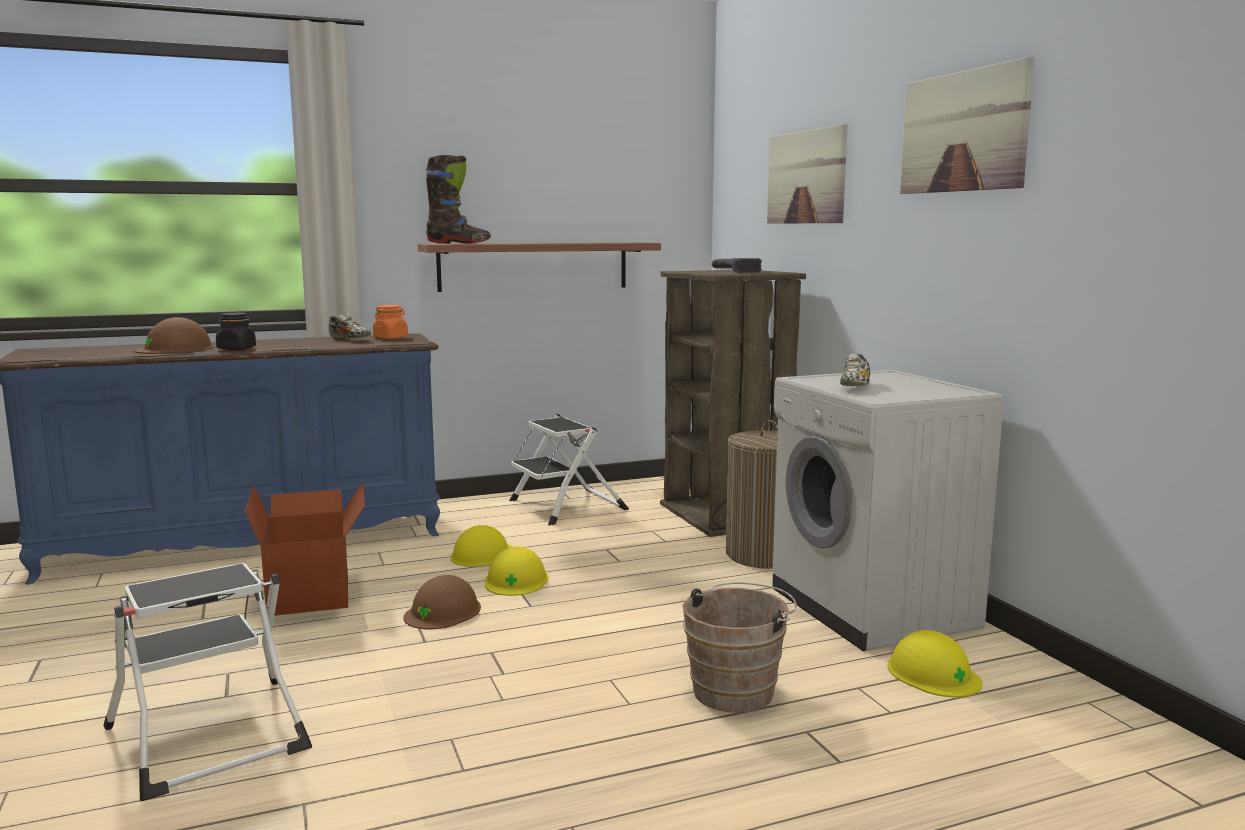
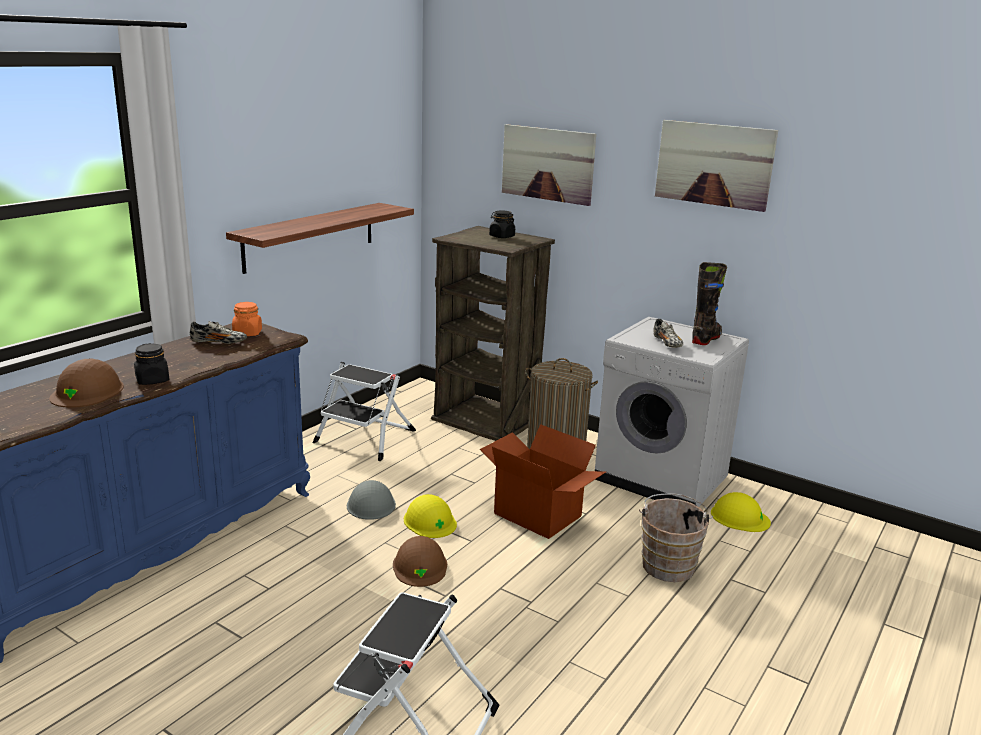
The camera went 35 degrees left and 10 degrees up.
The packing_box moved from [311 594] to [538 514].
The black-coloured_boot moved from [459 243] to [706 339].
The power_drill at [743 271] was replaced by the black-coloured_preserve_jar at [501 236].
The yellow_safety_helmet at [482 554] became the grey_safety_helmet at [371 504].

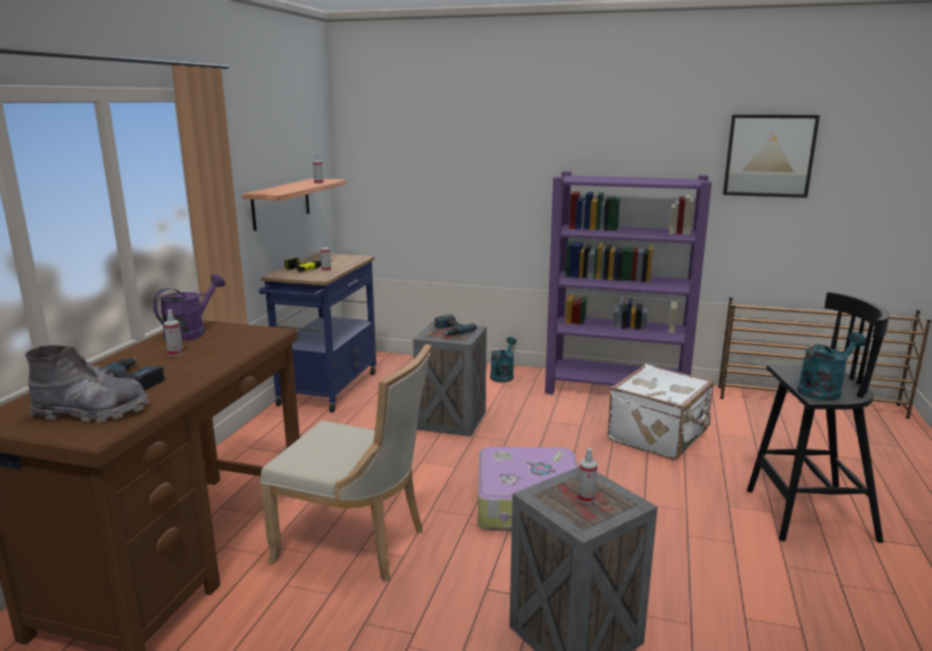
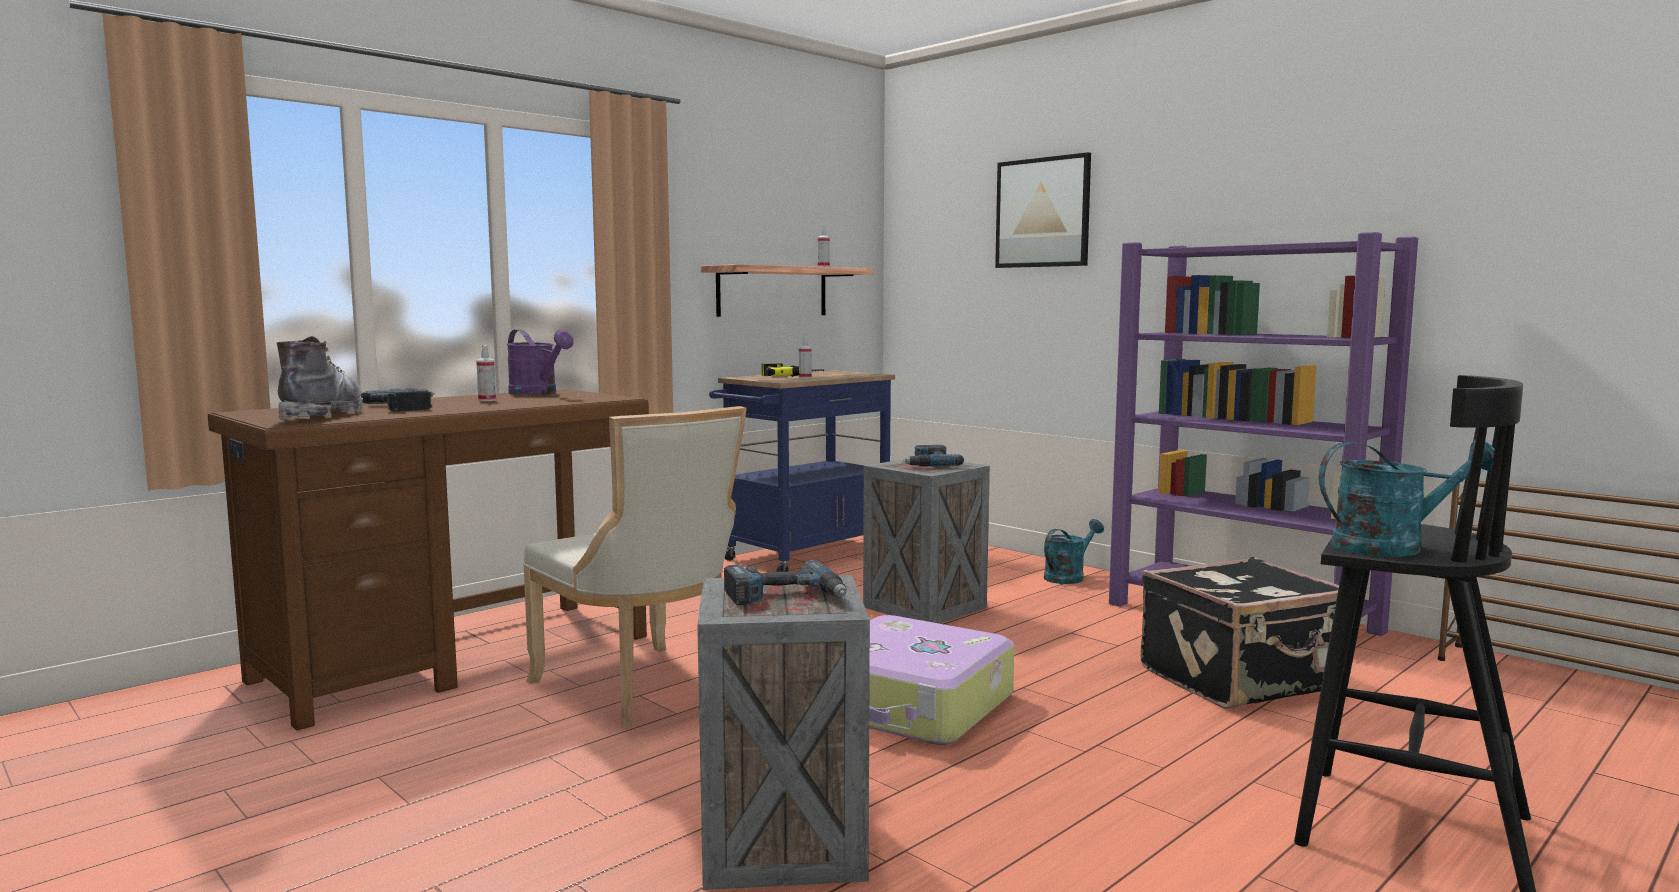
The camera went 30 degrees right and 10 degrees down.
The wall_picture moved from [769 156] to [1042 212].
The spray_bottle at [586 498] was replaced by the power_drill at [785 596].
The white-coloured_suitcase at [659 436] became the black-coloured_suitcase at [1242 680].
The grey_boot at [91 412] turned 120 degrees counterclockwise.
The purple_sprinkling_can at [190 332] turned 75 degrees clockwise.

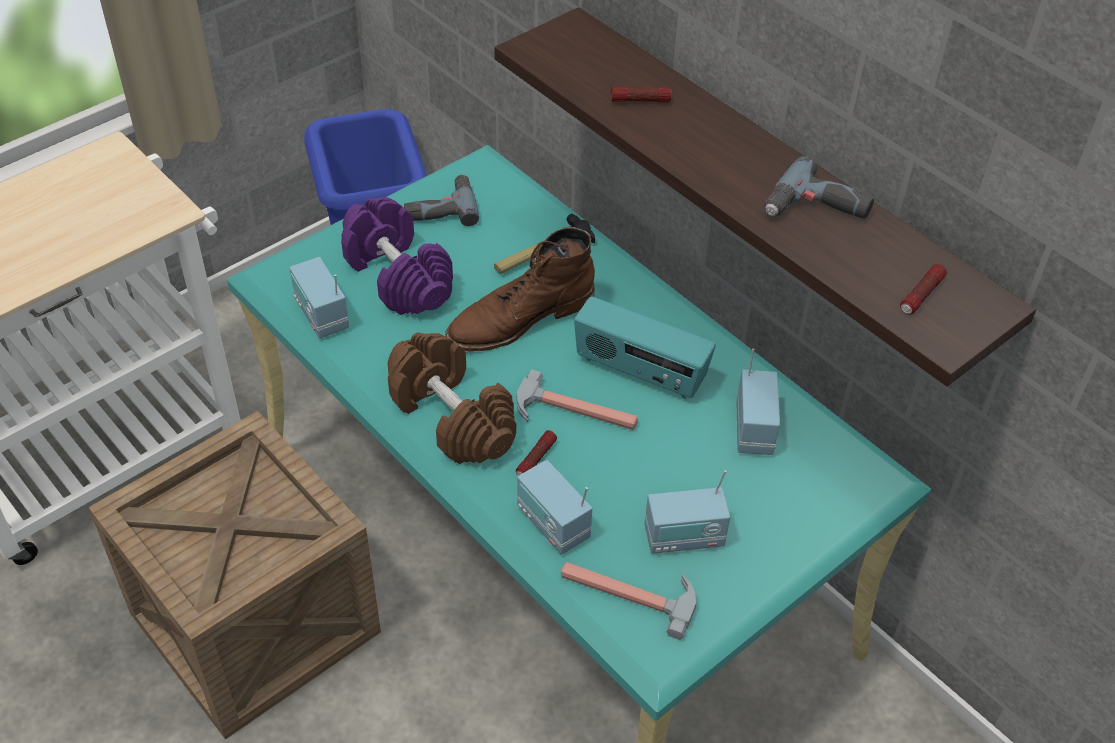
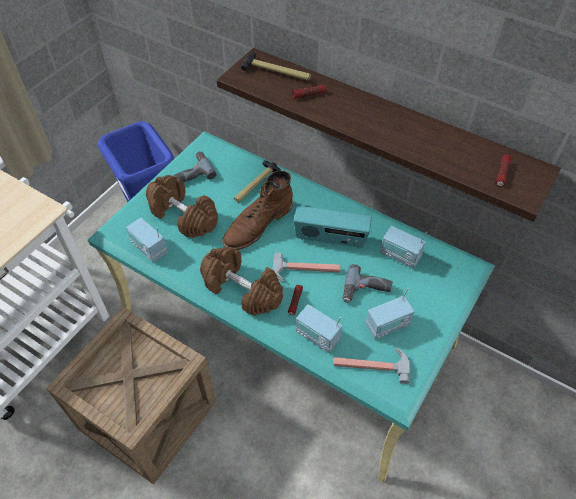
The camera went 15 degrees left and 5 degrees up.
The tool_hammer at [277 72] appeared.
The power_drill moved from [817 210] to [366 291].
The purple_free_weight at [397 276] became the brown_free_weight at [183 216].
The radio_receiver at [754 429] turned 135 degrees clockwise.

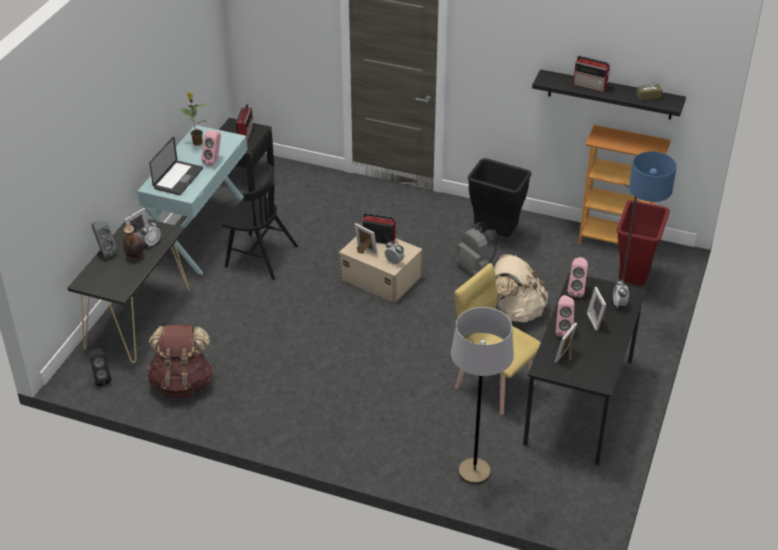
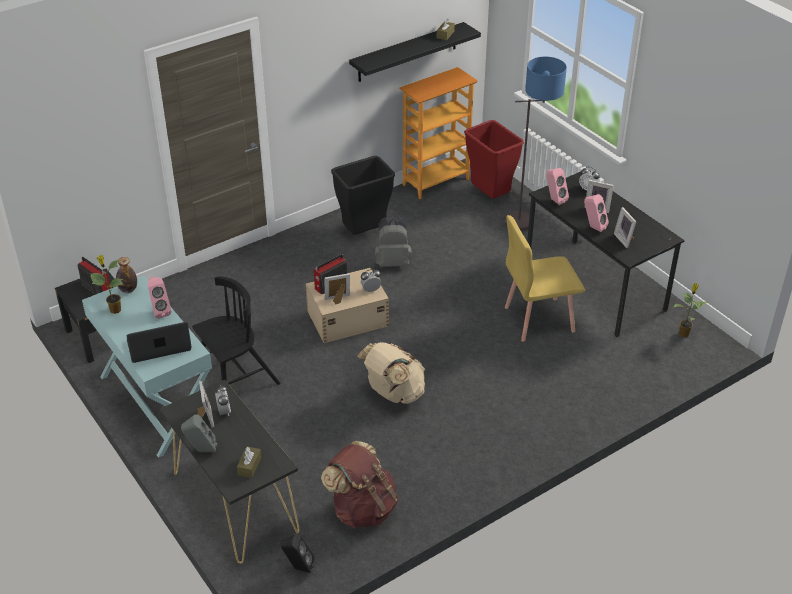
The camera went 55 degrees left and 0 degrees up.
The grey_standing_lamp at [474 472] disappeared.
The radio_receiver at [591 85] disappeared.
The brown_tissue_holder at [249 466] appeared.
The plant_in_a_pot at [684 333] appeared.
The bottle moved from [135 256] to [128 290].
The beige_rucksack moved from [517 311] to [393 393].
The laptop at [178 179] turned 75 degrees counterclockwise.

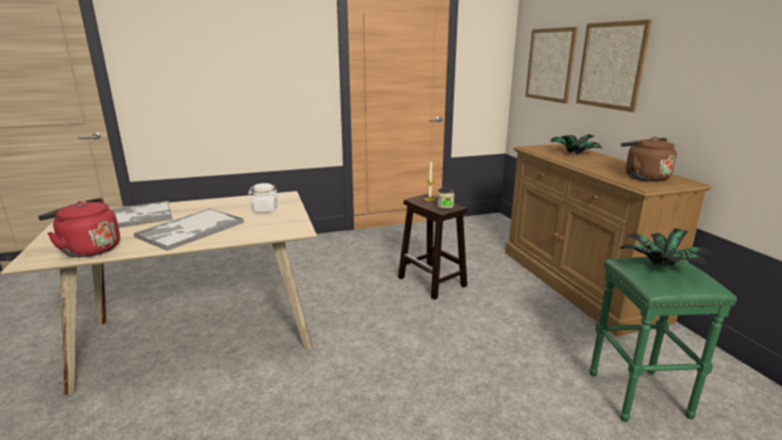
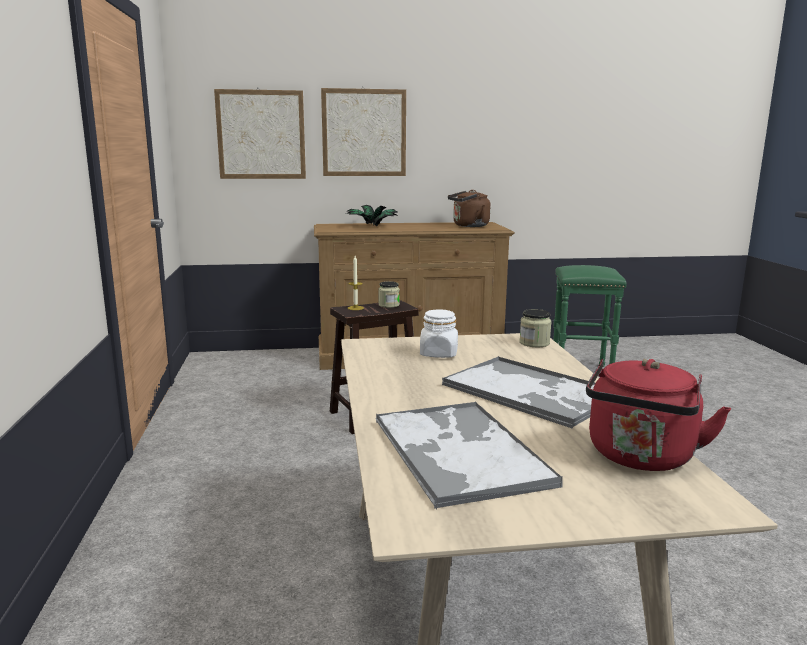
The camera went 80 degrees left and 5 degrees down.
The plant_in_a_pot at [662 267] disappeared.
The preserve_jar at [534 343] appeared.

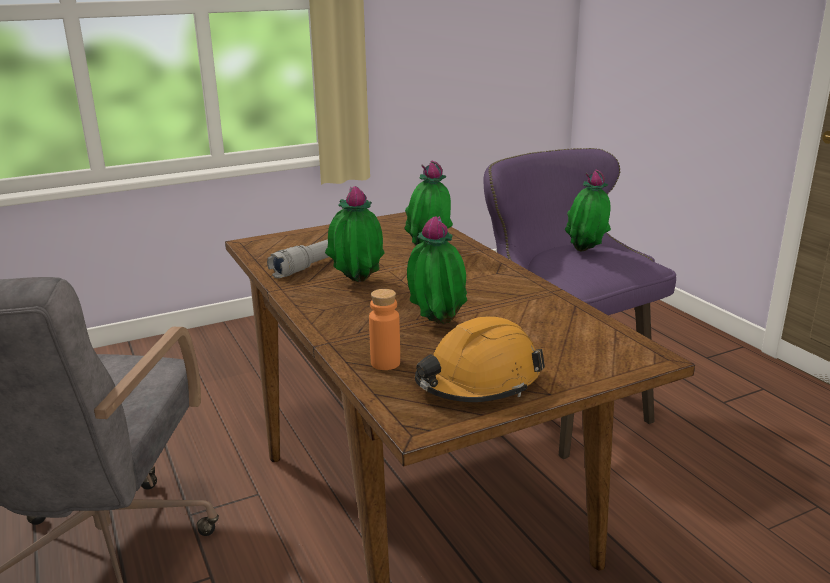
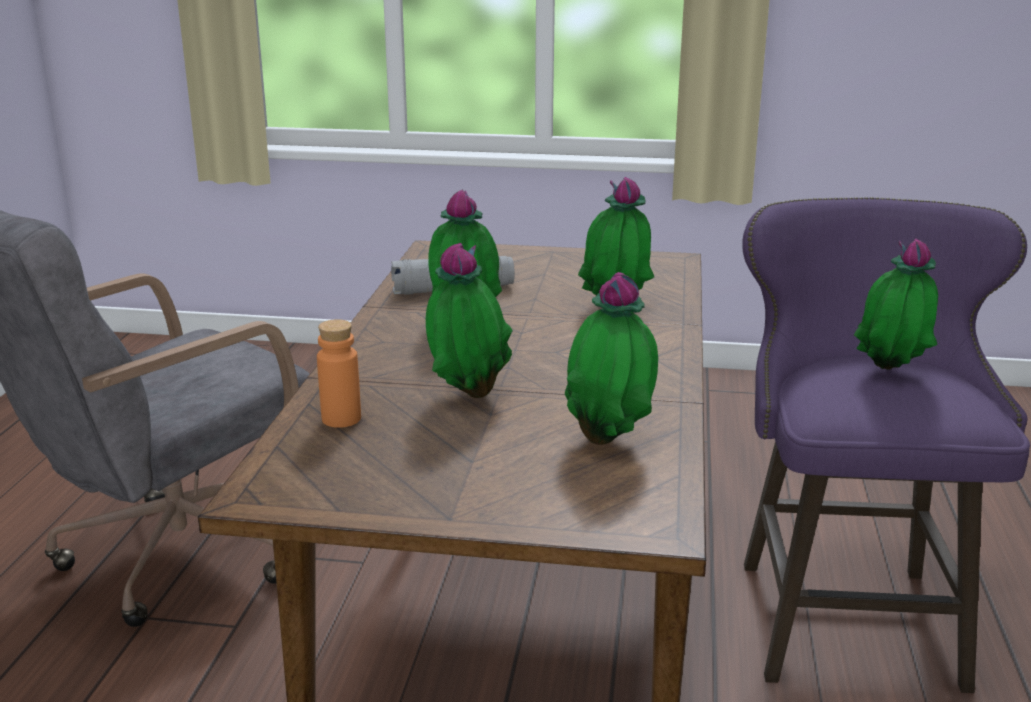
The camera went 35 degrees right and 0 degrees up.
The orange-coloured_safety_helmet at [478 381] disappeared.
The plant_in_a_pot at [610 441] appeared.

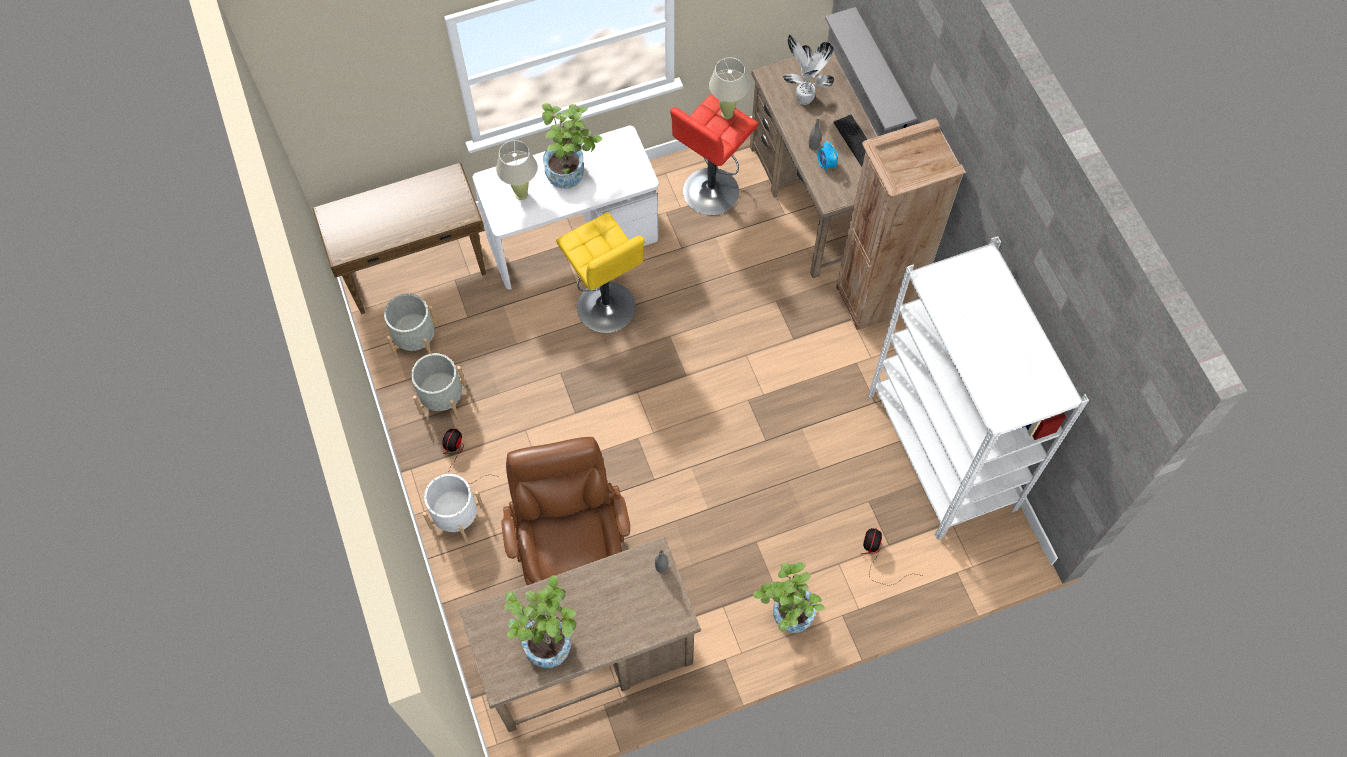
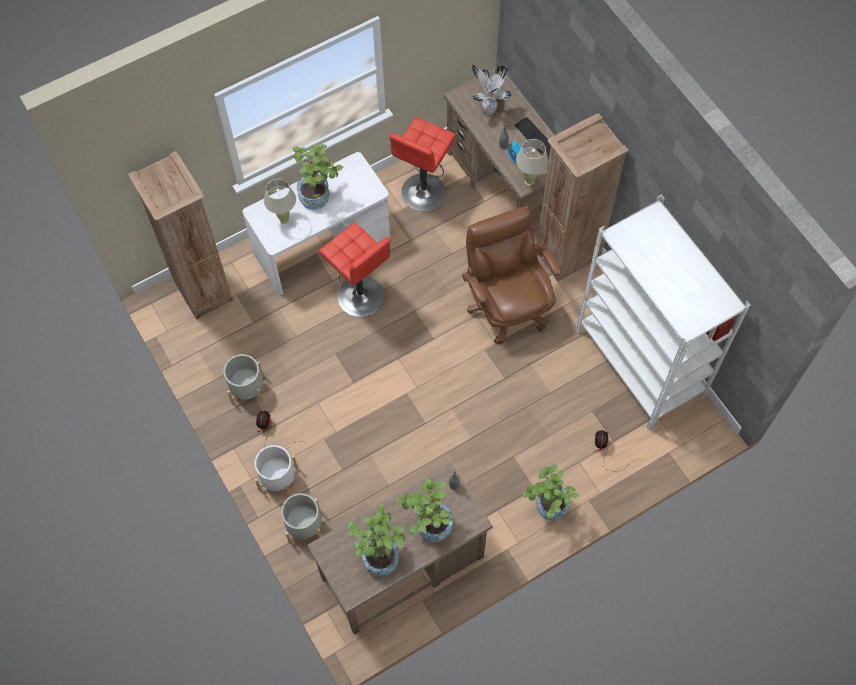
The camera went 10 degrees left and 0 degrees up.
The grey_wall_shelf at [883 72] disappeared.
The plant_in_a_pot at [428 526] appeared.
The grey_plant_pot moved from [416 340] to [304 526].
The brown_desk_chair moved from [572 552] to [507 306].
The beige_lamp_for_a_table moved from [727 114] to [529 181].
The brown_console_table at [416 268] was replaced by the brown_storage_cabinet at [204 290].
The yellow_stool at [606 308] became the red-coloured_stool at [360 297].

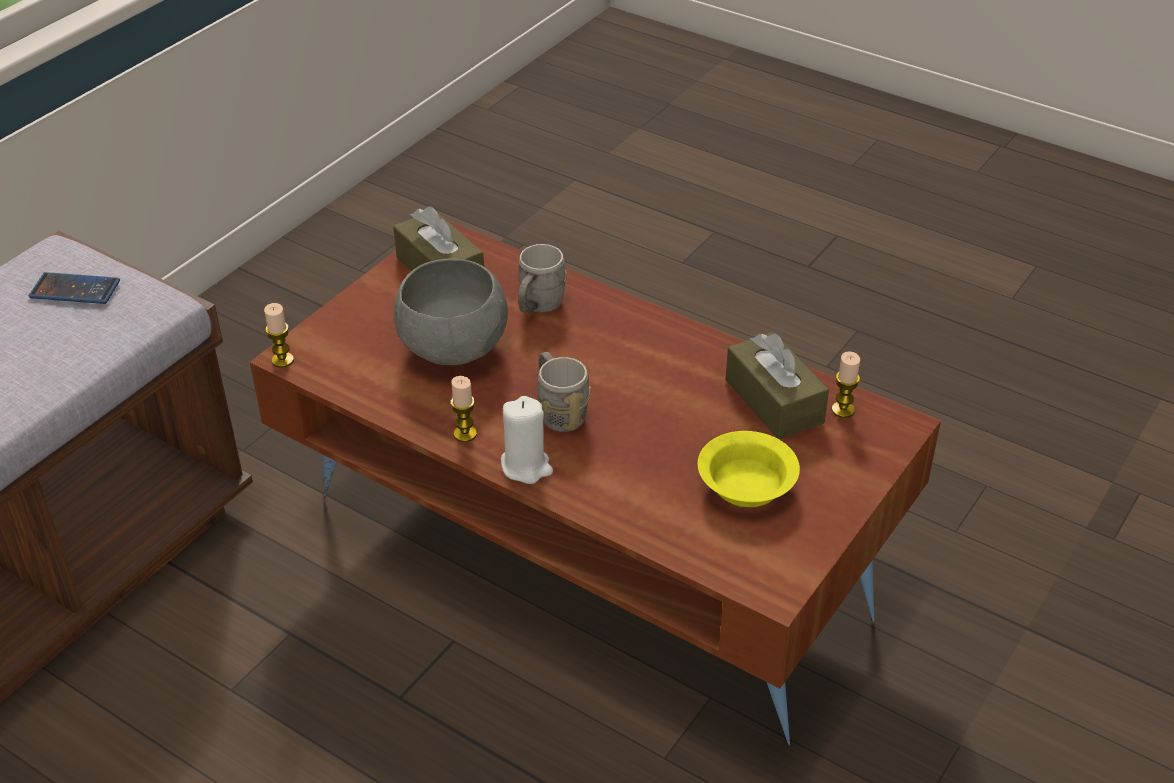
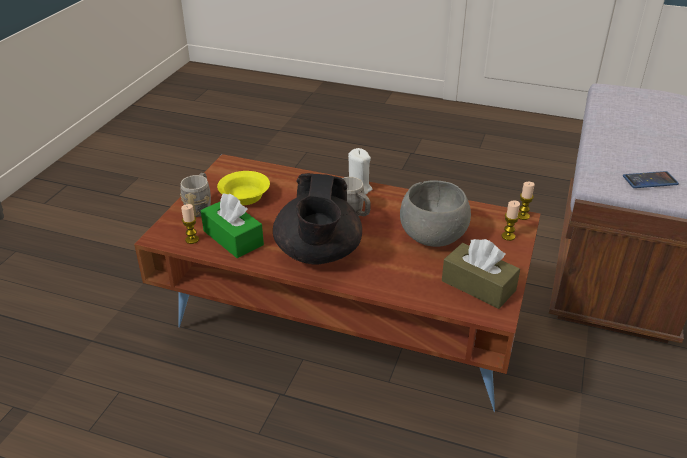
The camera went 165 degrees right and 5 degrees down.
The black-coloured_teapot at [318 254] appeared.
The wax_light moved from [465 434] to [508 236].
The grey_mug moved from [538 307] to [200 207].
The brown_tissue_holder at [774 401] became the green_tissue_holder at [233 238].

